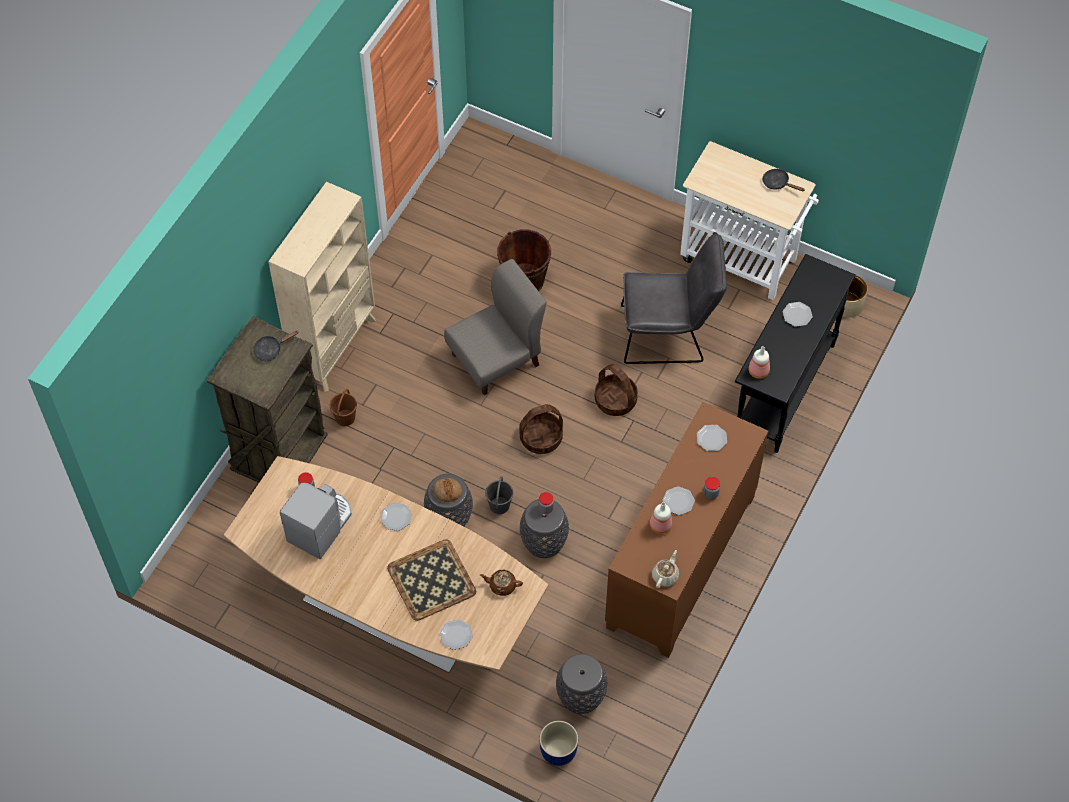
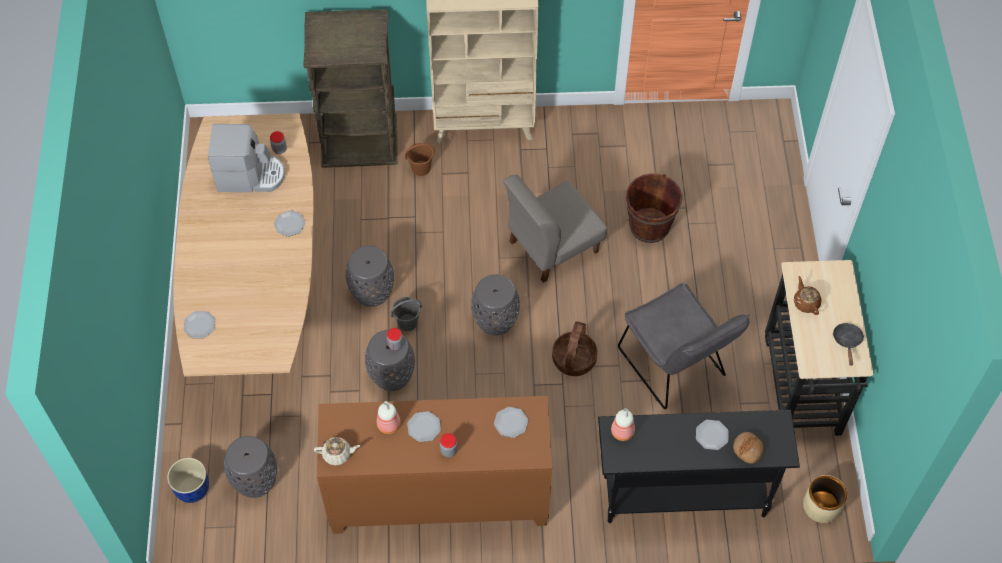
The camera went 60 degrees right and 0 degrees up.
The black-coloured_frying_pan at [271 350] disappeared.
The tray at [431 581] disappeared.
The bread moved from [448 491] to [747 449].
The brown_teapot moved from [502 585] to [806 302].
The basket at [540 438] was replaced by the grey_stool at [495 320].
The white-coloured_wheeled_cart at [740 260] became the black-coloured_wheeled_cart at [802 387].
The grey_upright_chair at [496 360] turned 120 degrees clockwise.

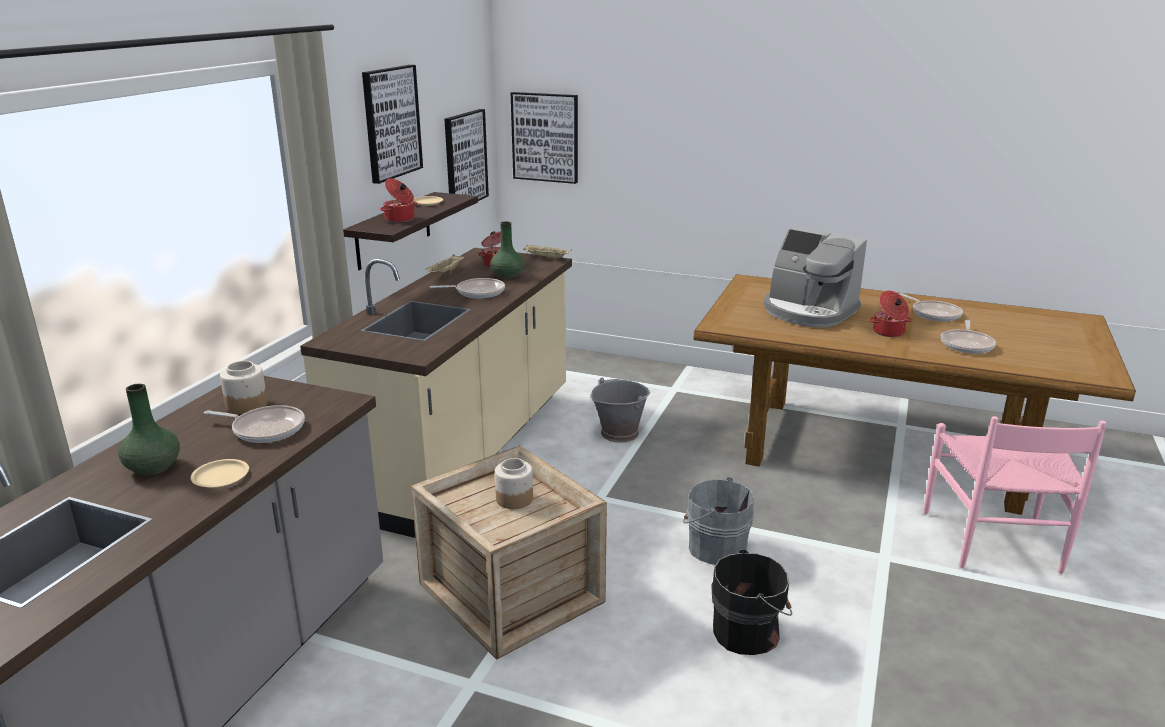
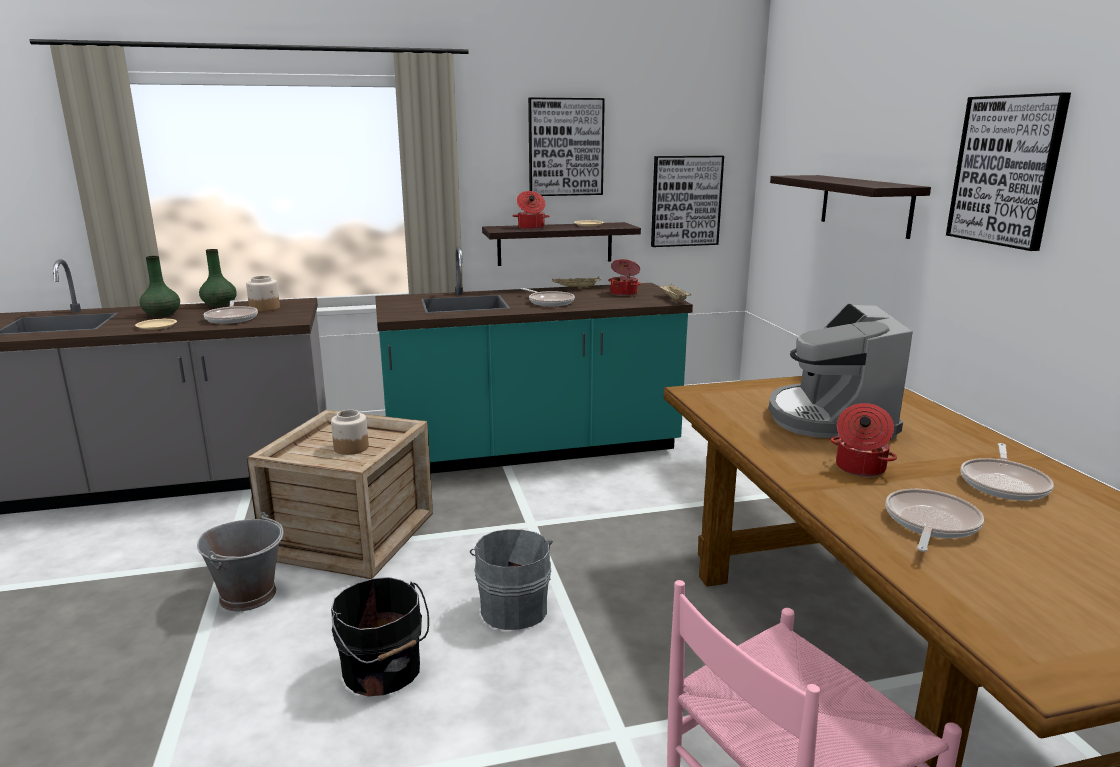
The camera went 55 degrees right and 5 degrees down.
The wall_shelf at [865 205] appeared.
The green_decorative_vase moved from [507 276] to [219 305].
The wall_picture moved from [545 137] to [1006 170].
The grey_pail moved from [619 433] to [249 595].
The beige_counter at [463 450] became the turquoise-coloured_counter at [532 449].
The frying_pan at [967 344] turned 135 degrees clockwise.

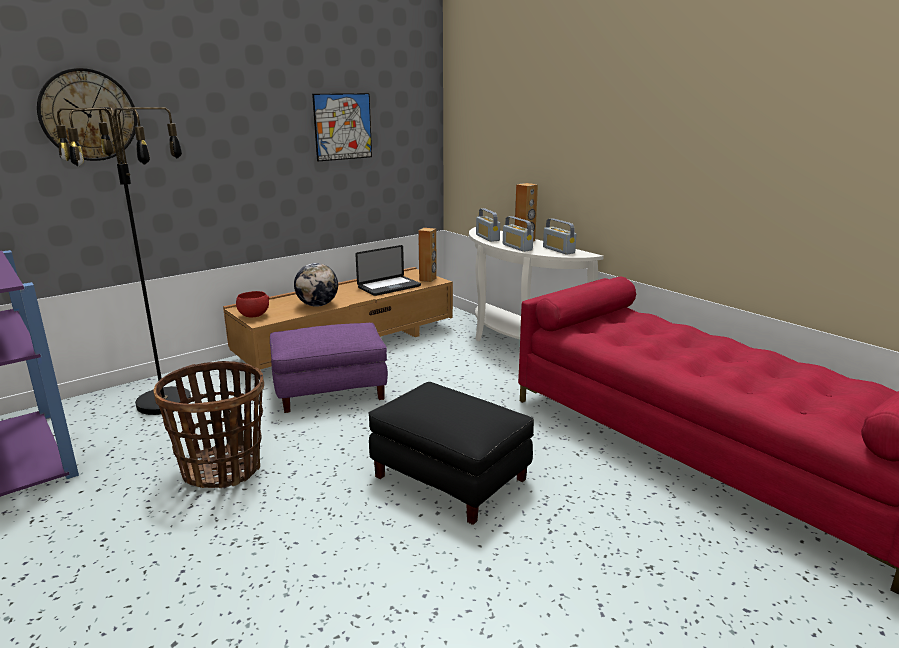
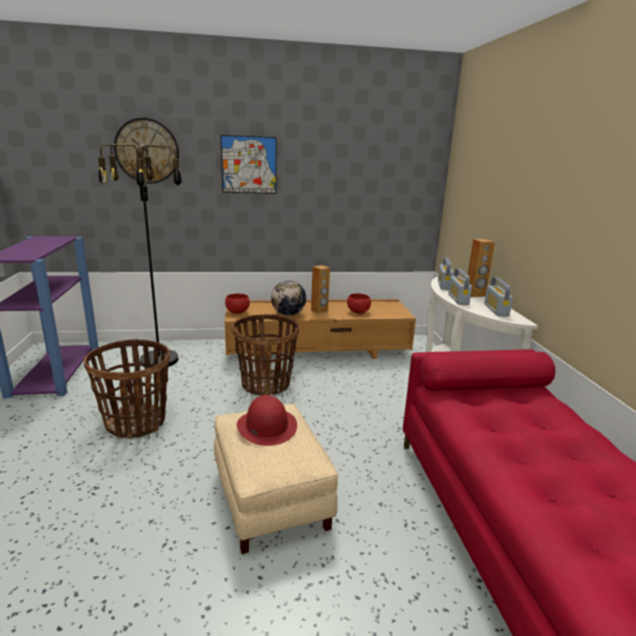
The camera went 30 degrees right and 0 degrees up.
The red-coloured_wearable_hat at [266 426] appeared.
The wall_picture moved from [343 126] to [249 165].
The brown_speaker moved from [428 279] to [319 311].
The purple_pouffe at [331 390] was replaced by the basket at [266 384].
The laptop at [389 287] was replaced by the red-coloured_deep_dish at [358 312].
The black-coloured_pouffe at [451 477] became the beige_pouffe at [272 498].

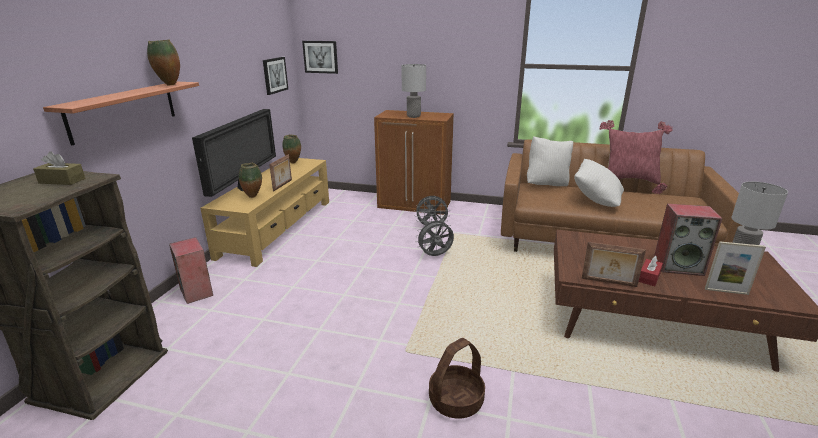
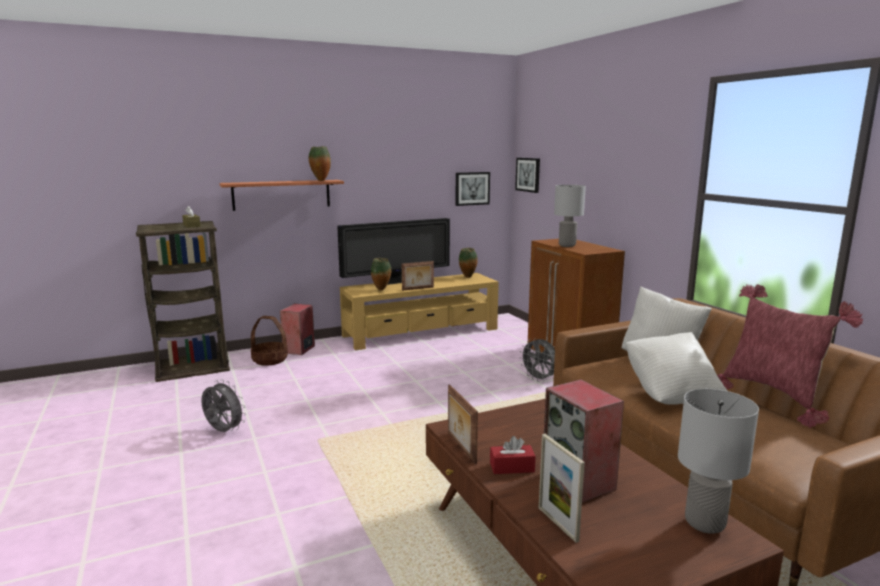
The camera went 50 degrees right and 10 degrees down.
The grey_cooling_fan moved from [435 256] to [223 432].
The basket moved from [456 400] to [270 360].

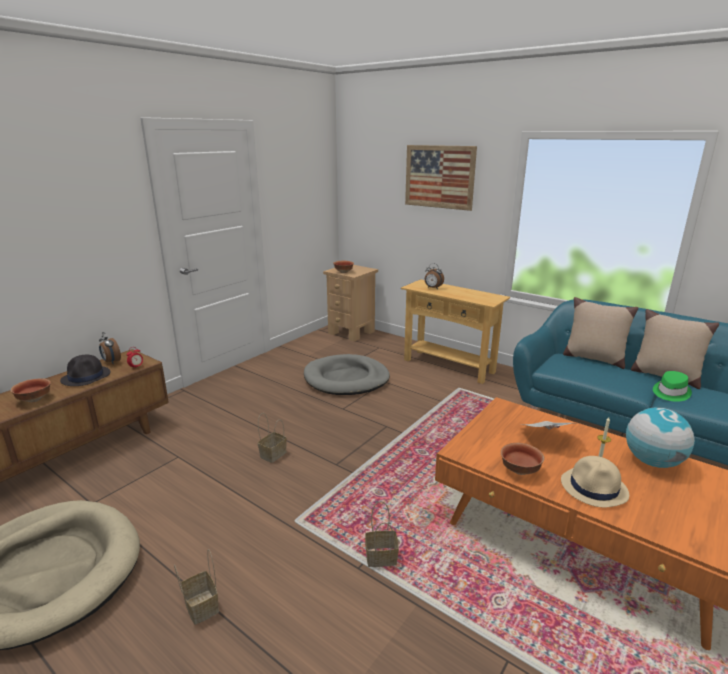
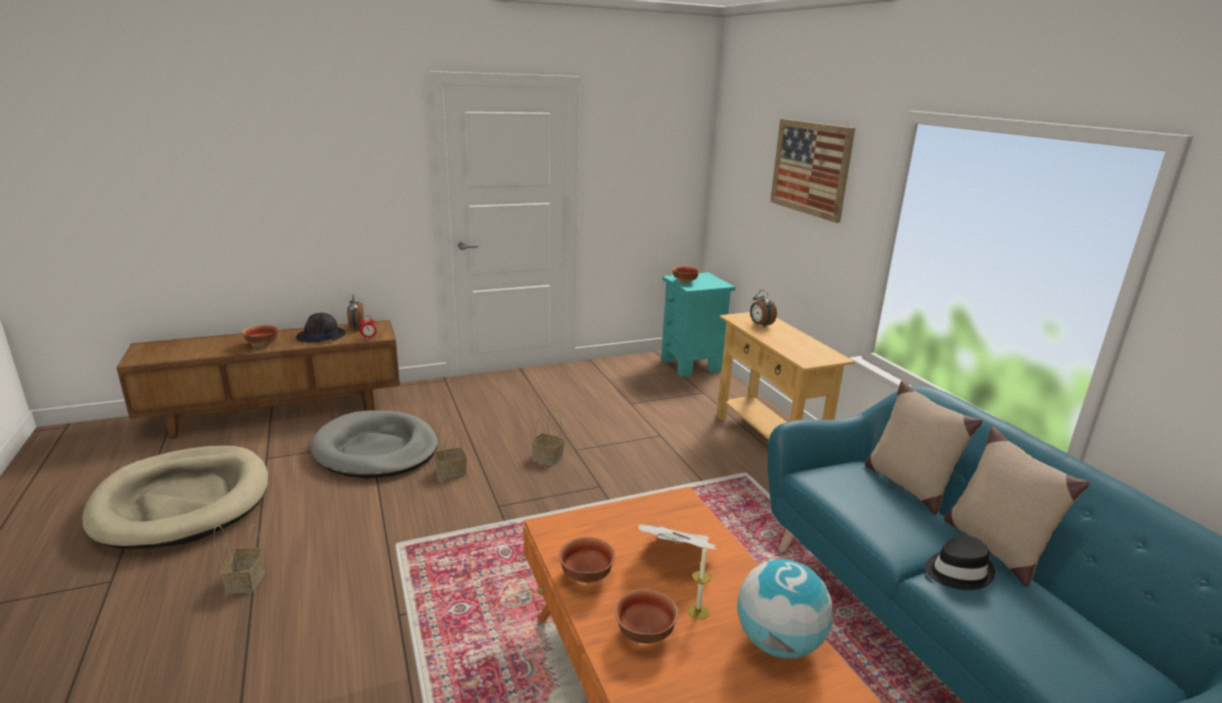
The camera went 30 degrees right and 0 degrees up.
The grey_dog_bed moved from [346 379] to [376 450].
The basket moved from [382 557] to [549 457].
The beige_wearable_hat at [594 488] was replaced by the deep_dish at [645 634].
The beige_night_table at [351 332] became the turquoise-coloured_night_table at [690 365].
The green_wearable_hat at [670 392] became the black-coloured_wearable_hat at [957 571].

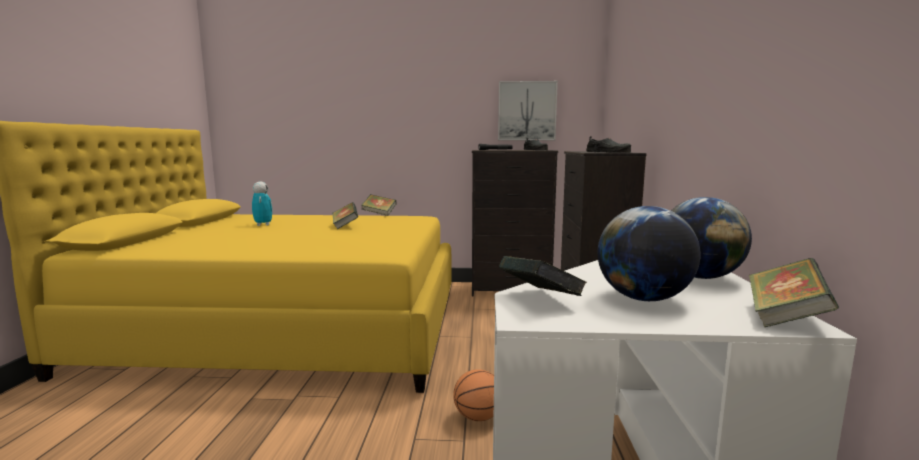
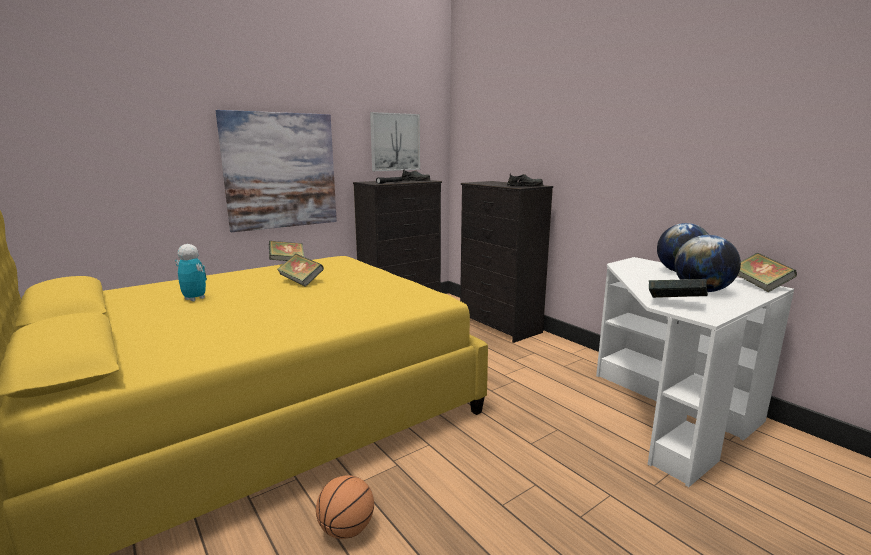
The camera went 40 degrees left and 5 degrees up.
The wall_picture at [281 171] appeared.
The ball_for_basketball moved from [478 417] to [346 529].

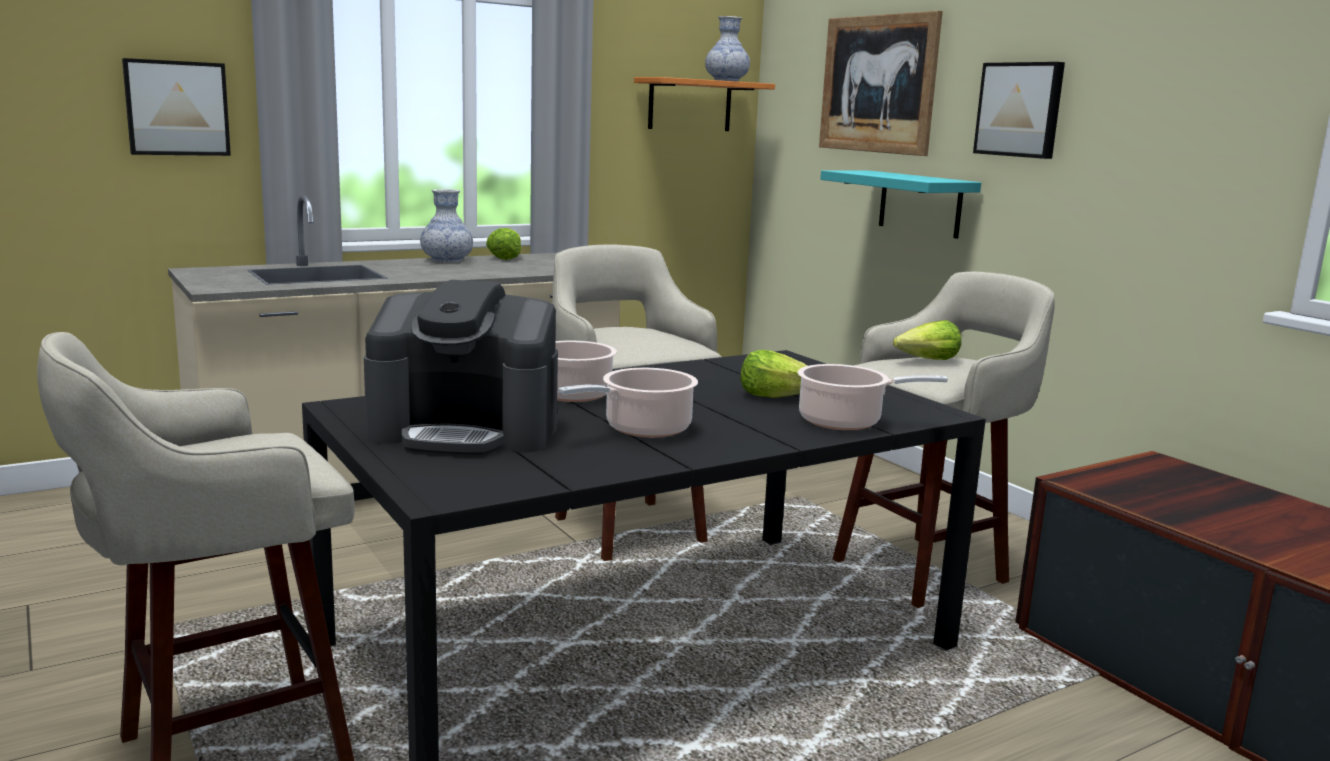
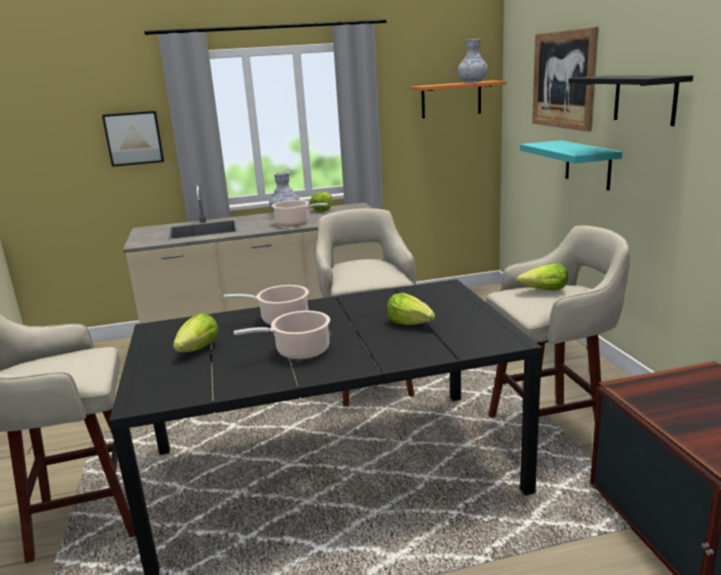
The camera went 20 degrees right and 5 degrees up.
The stockpot moved from [846 422] to [294 223].
The coffee_brewer at [466 430] was replaced by the lettuce at [199 349].
The wall_picture at [1020 109] was replaced by the black-coloured_wall_shelf at [644 99].

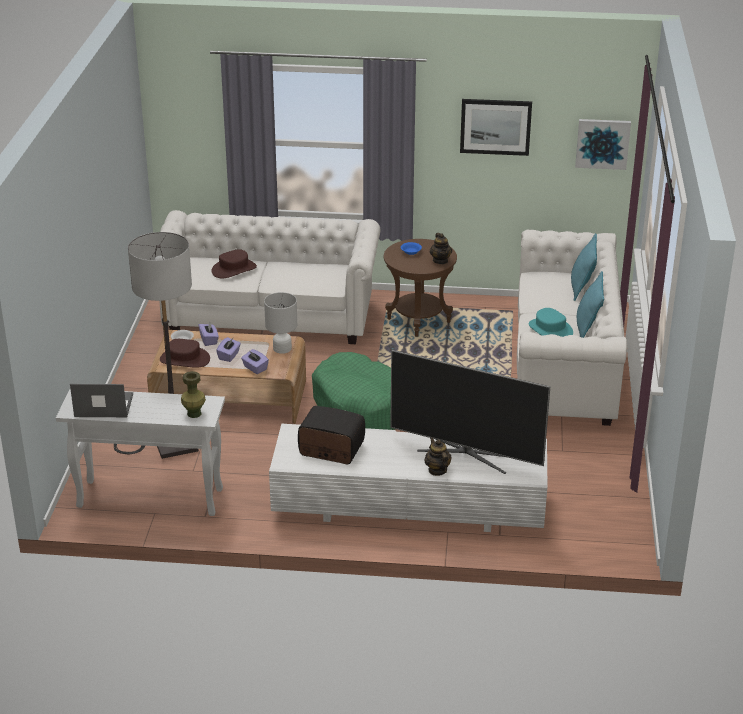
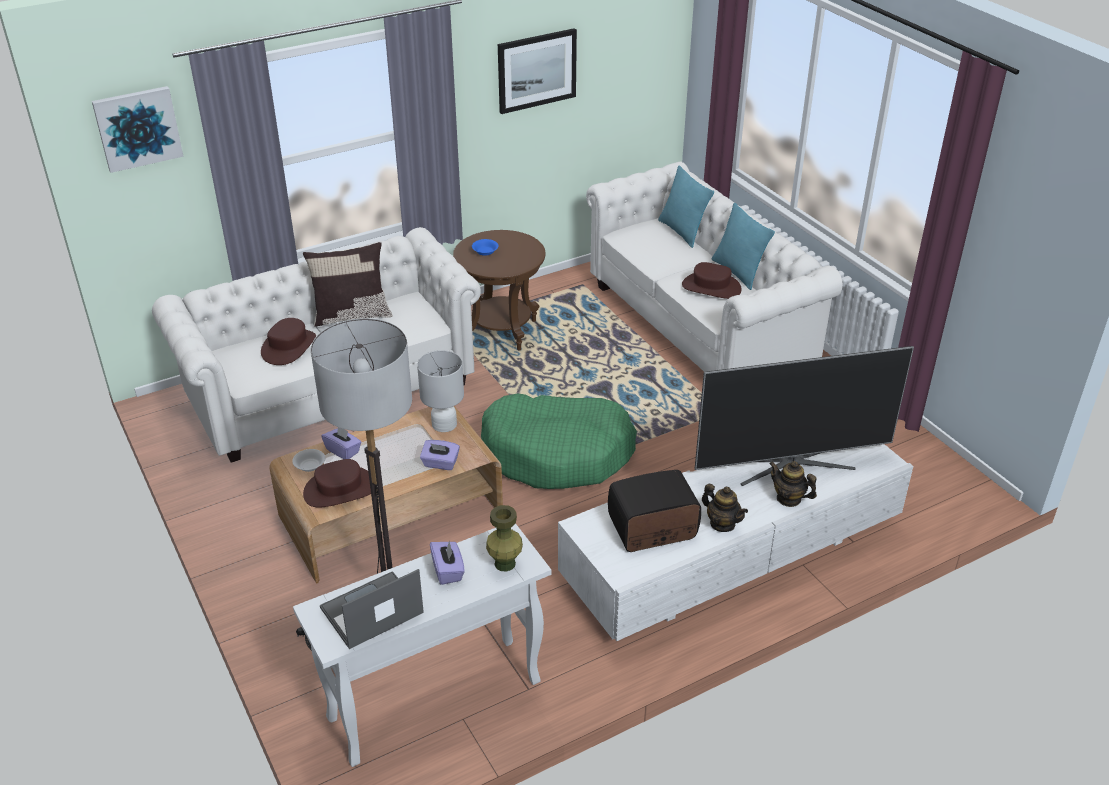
The camera went 35 degrees left and 5 degrees up.
The throw_pillow at [352 316] appeared.
The purple_tissue_holder moved from [229 356] to [448 571].
The teapot moved from [440 260] to [722 524].
The wall_picture moved from [602 143] to [138 128].
The turquoise-coloured_wearable_hat at [550 330] became the brown_wearable_hat at [711 287].

